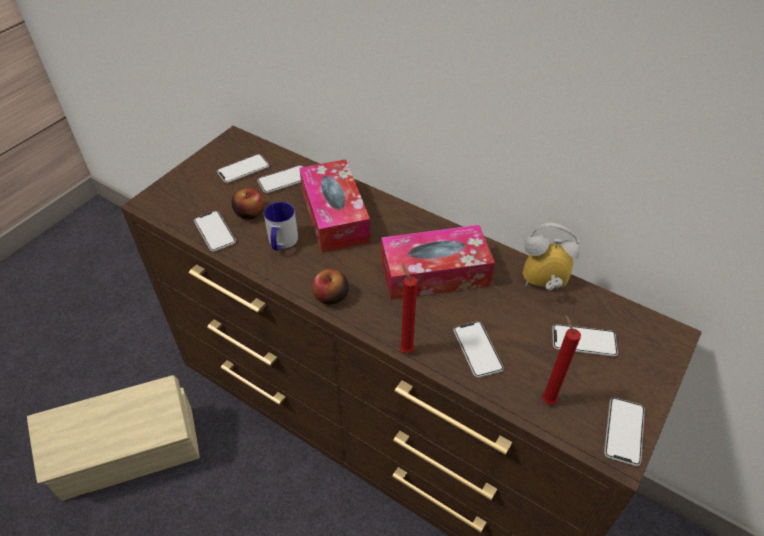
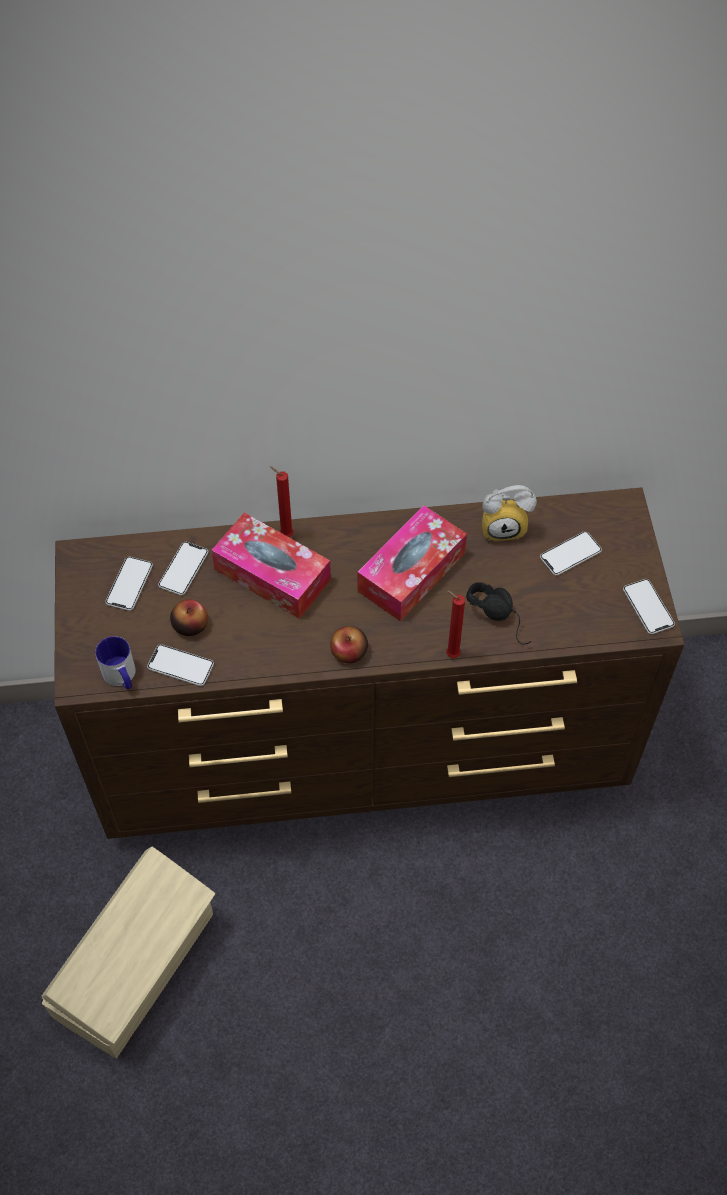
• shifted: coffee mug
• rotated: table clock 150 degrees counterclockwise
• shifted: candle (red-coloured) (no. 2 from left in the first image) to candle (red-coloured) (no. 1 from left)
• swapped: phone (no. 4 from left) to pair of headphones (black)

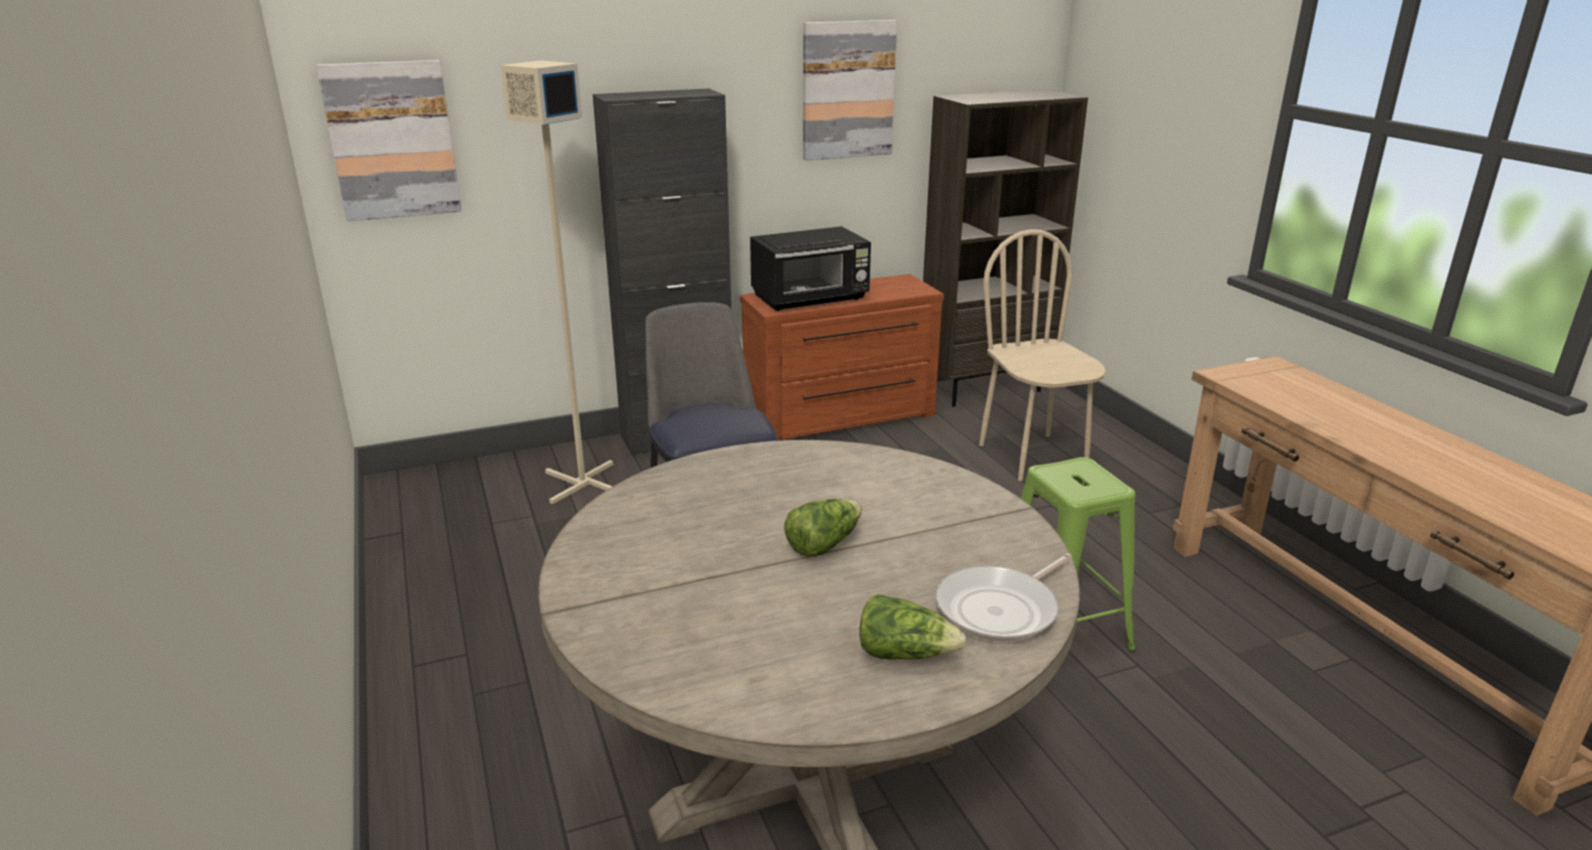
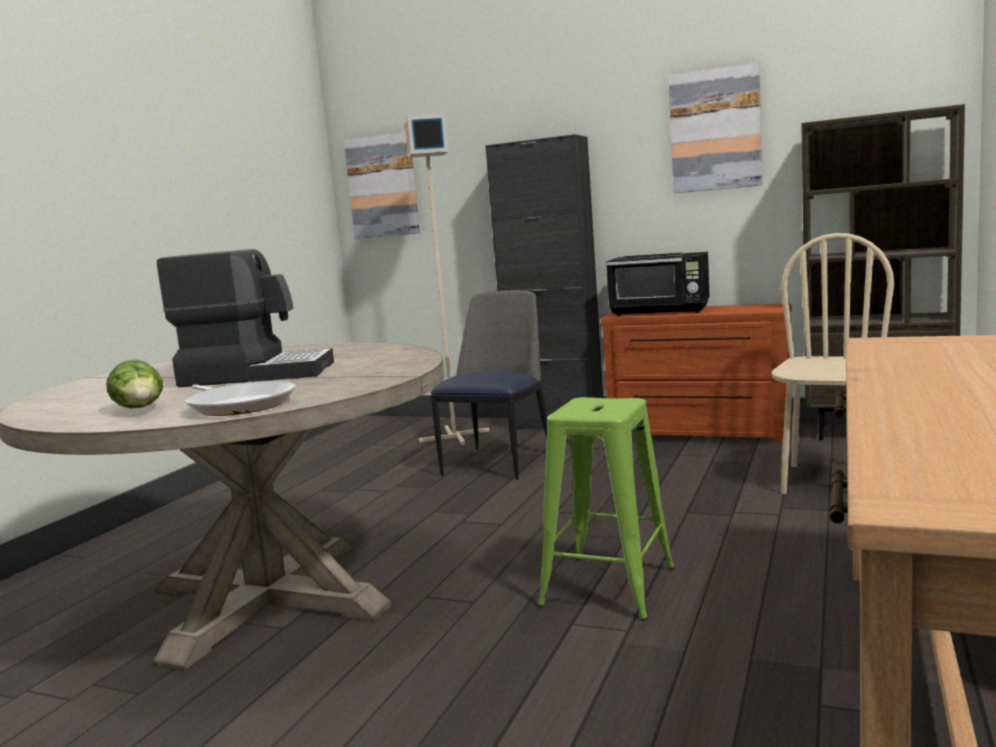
• swapped: head of lettuce (no. 1 from left) to coffee machine
• rotated: frying pan 135 degrees counterclockwise

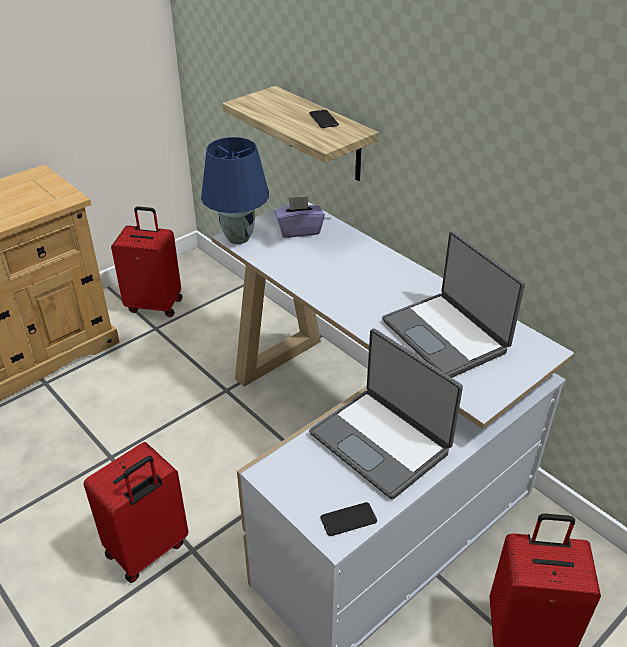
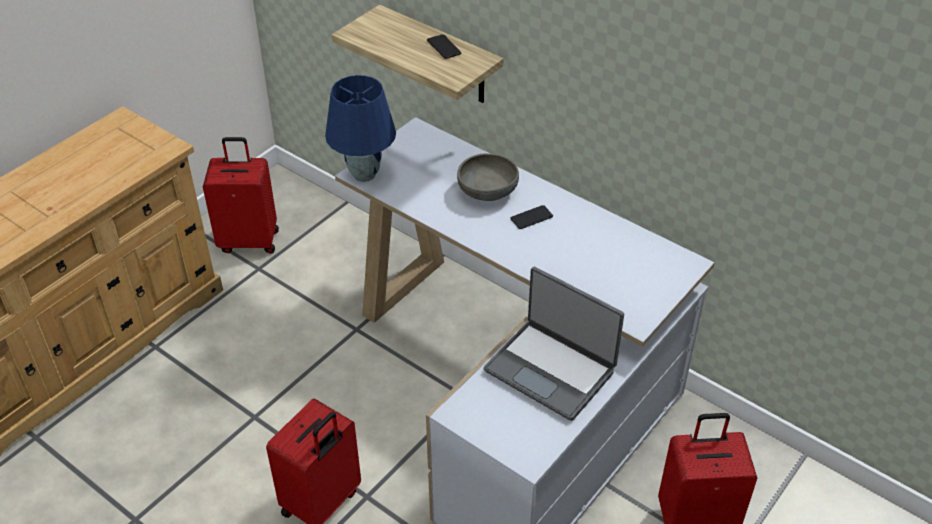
• gone: box of tissues (purplish)
• gone: laptop (no. 2 from left)
• shifted: phone (no. 2 from left)
• new: deep dish (gray)

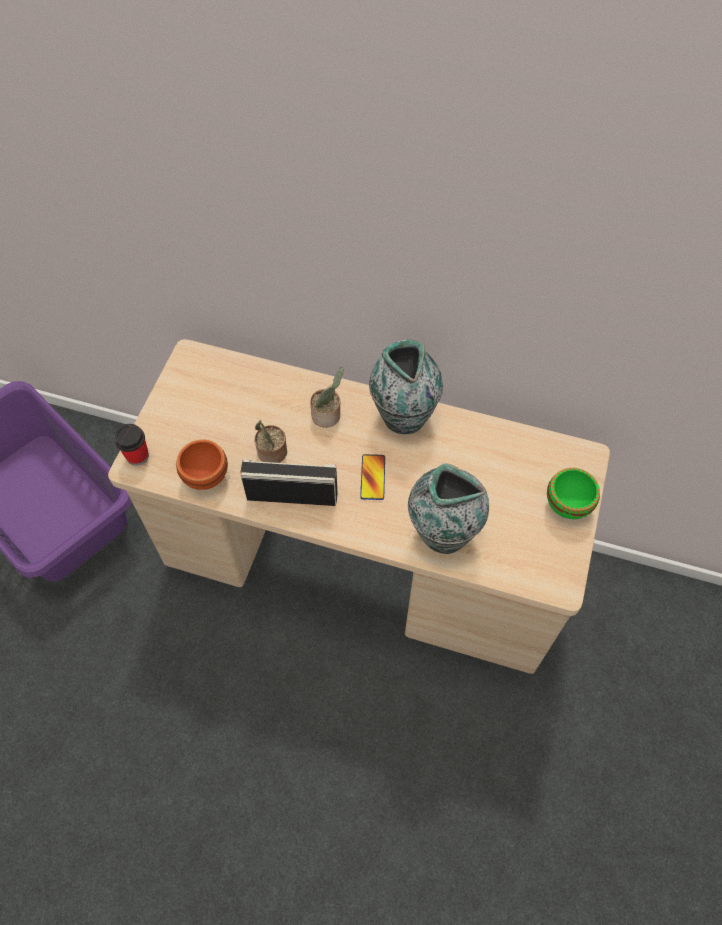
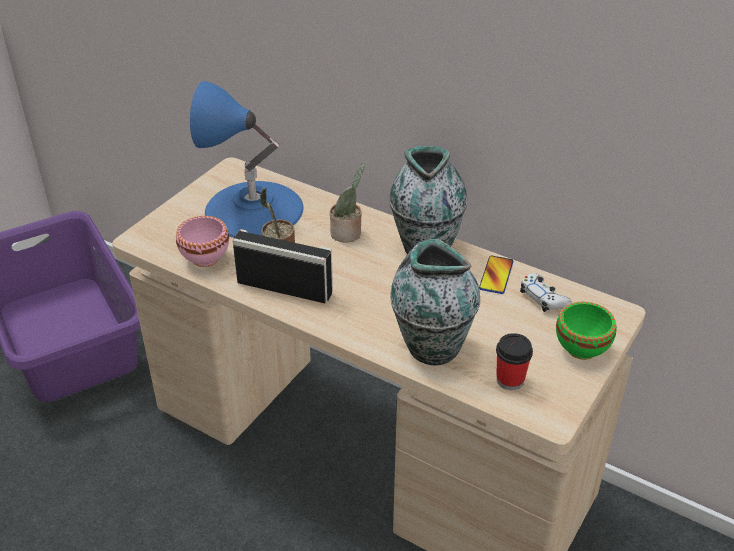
• shifted: cup
• repainted: deep dish (brown) to deep dish (pink-coloured)
• shifted: phone
• new: table lamp (bluish)
• new: gamepad (white-coloured)

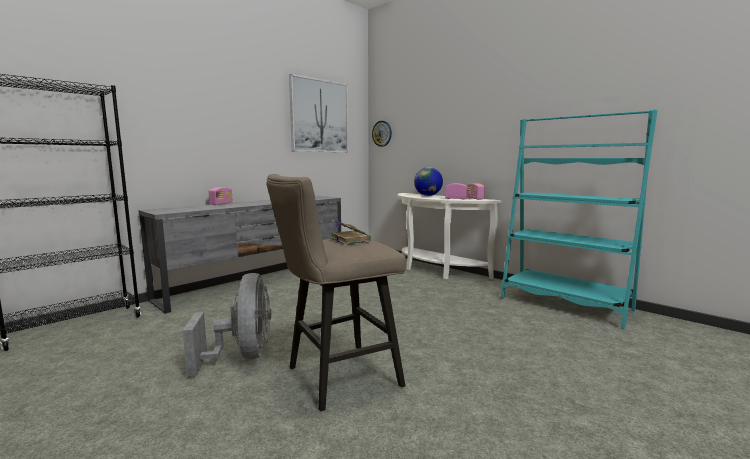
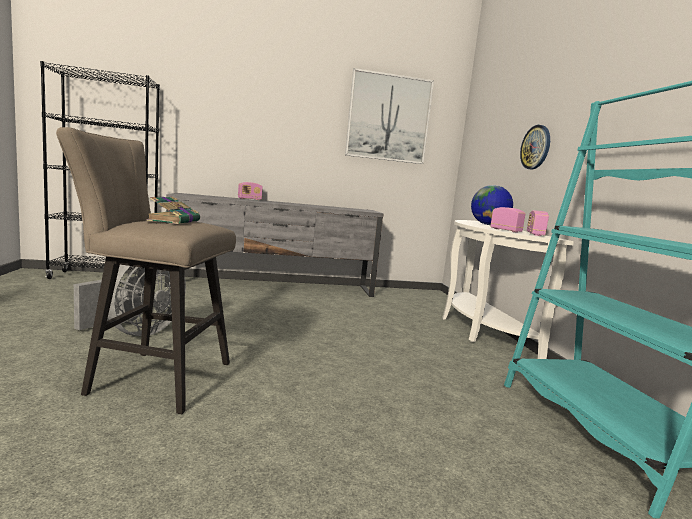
• shifted: hanging clock

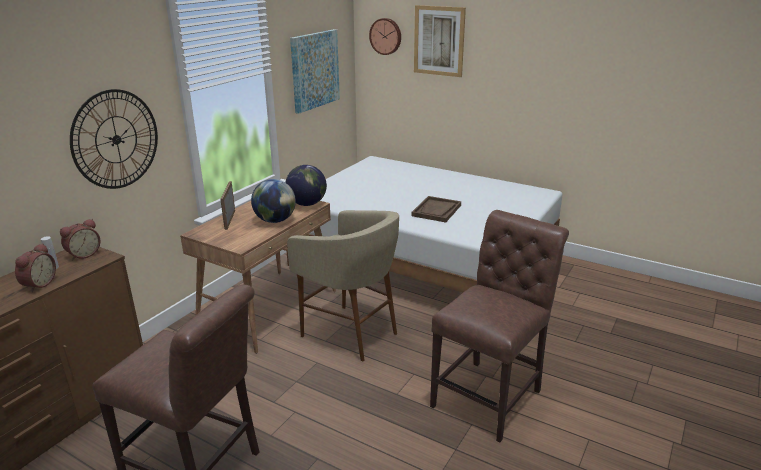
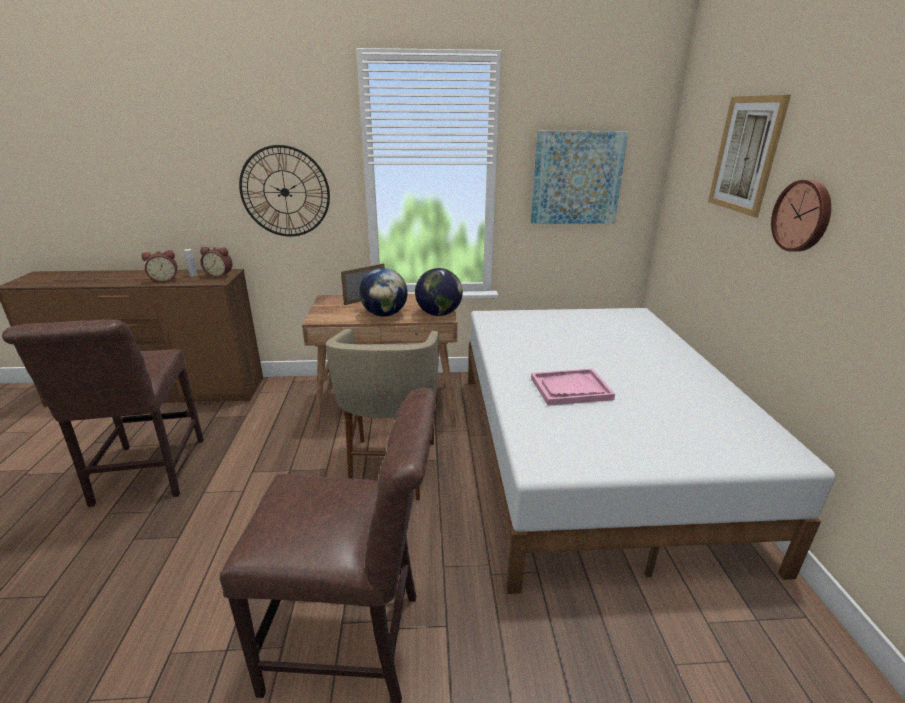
• shifted: hanging clock (no. 2 from left)
• repainted: carrying tray (brown) to carrying tray (pink-coloured)

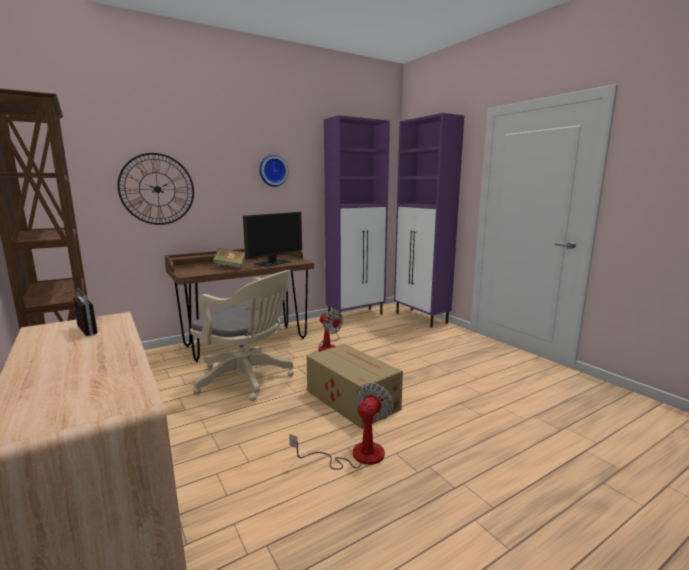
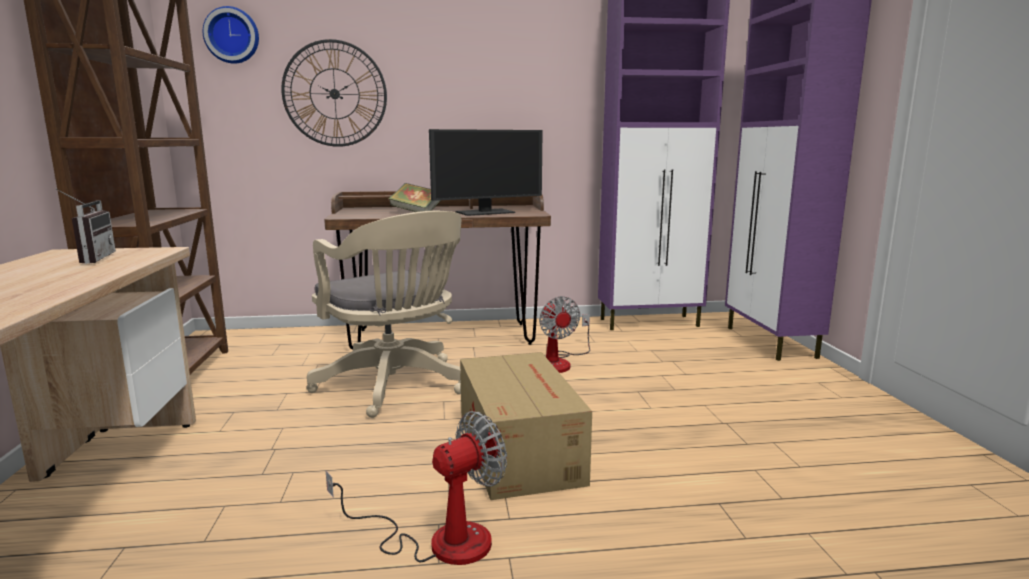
• shifted: hanging clock (no. 2 from left in the first image) to hanging clock (no. 1 from left)

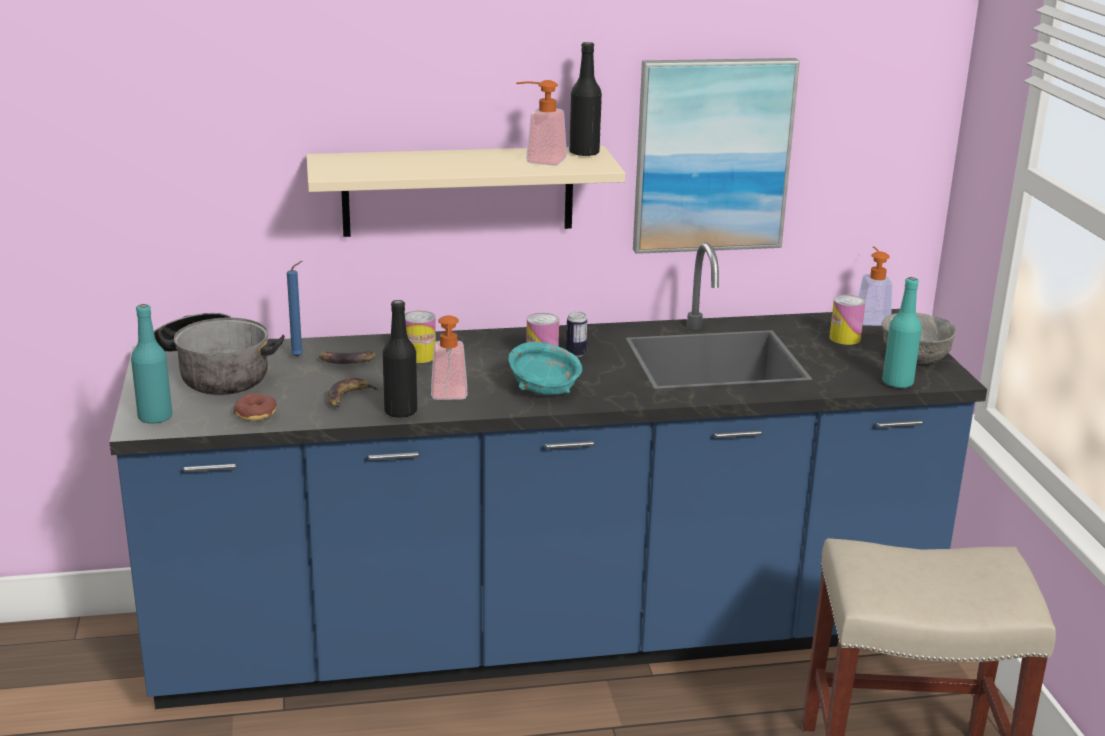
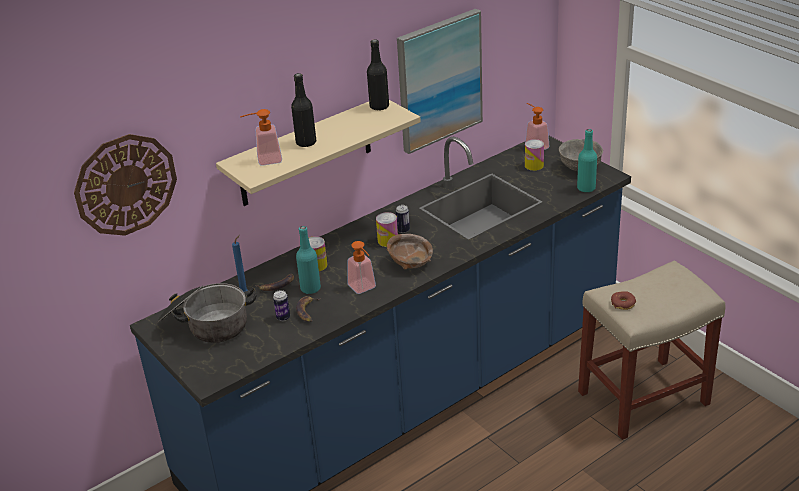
• shifted: soap dispenser (no. 2 from left in the first image) to soap dispenser (no. 1 from left)
• shifted: bottle (black) (no. 1 from left)
• shifted: bottle (turquoise) (no. 1 from left)
• repainted: deep dish (turquoise) to deep dish (brown)
• shifted: donut
• new: hanging clock
• new: can (no. 1 from left)

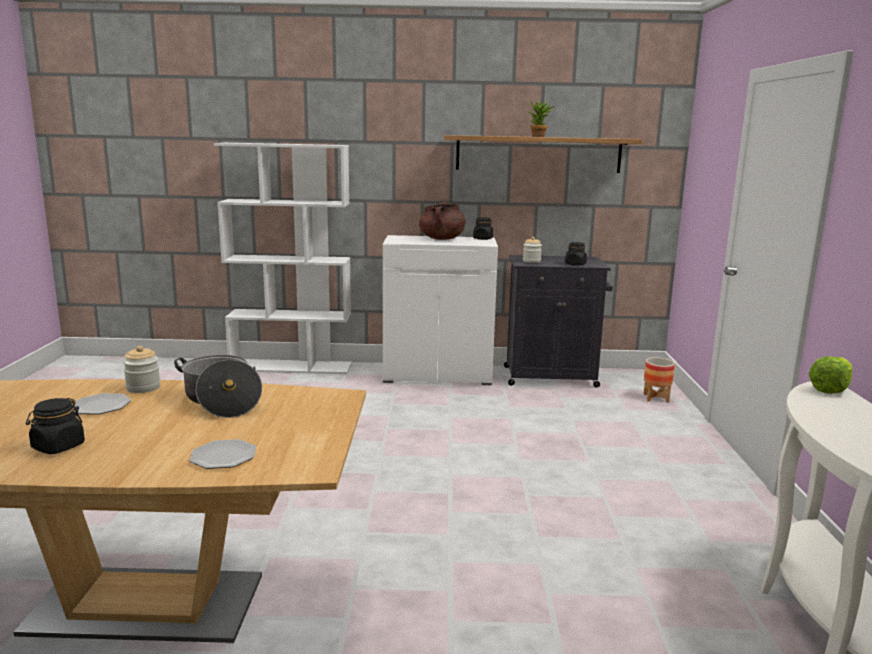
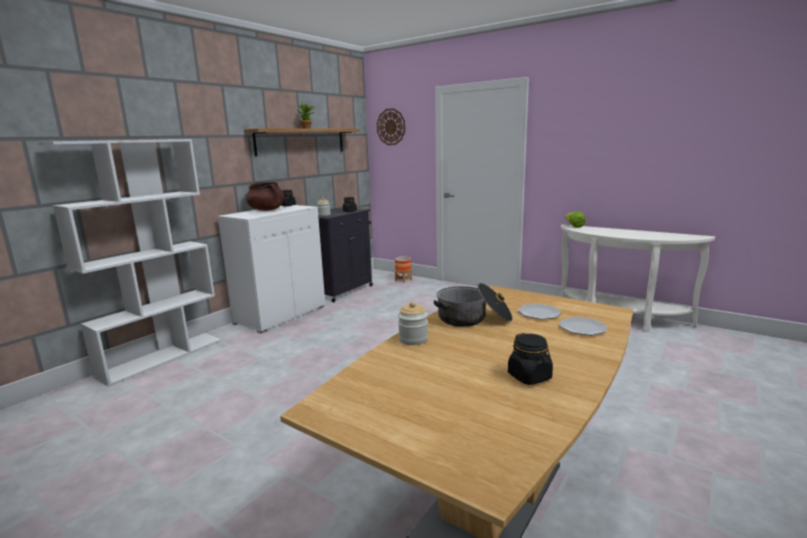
• shifted: dinner plate (no. 1 from left)
• new: hanging clock

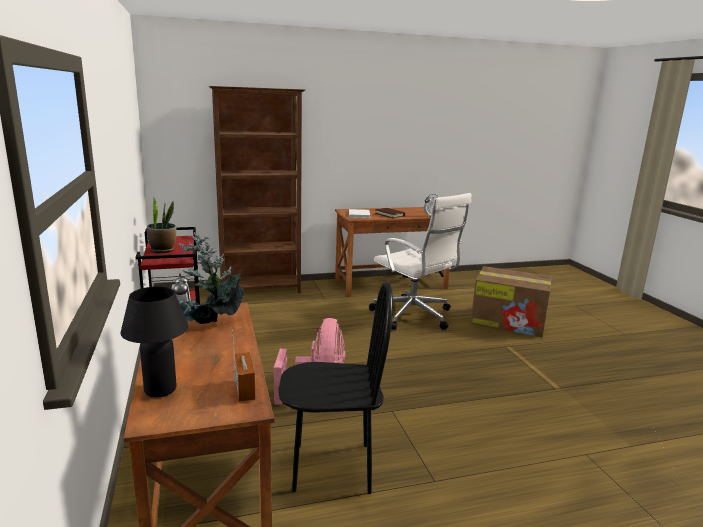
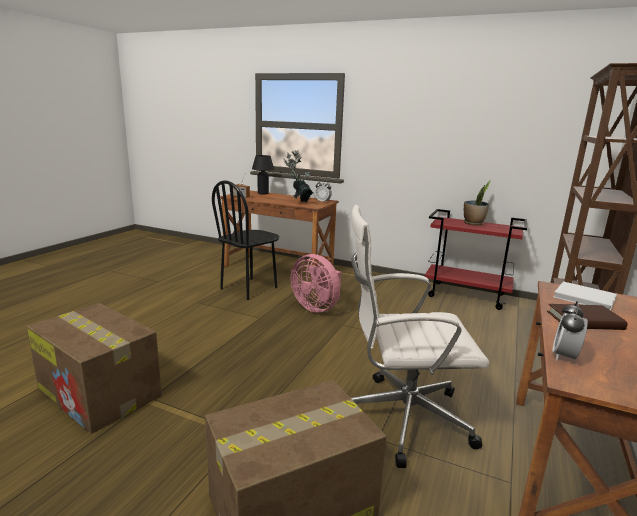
• new: carton (no. 1 from left)

